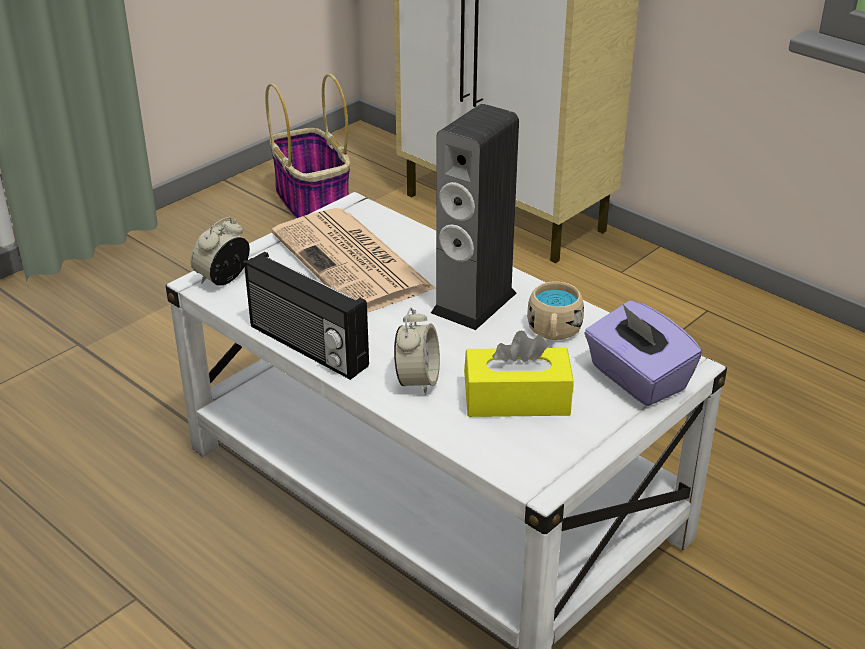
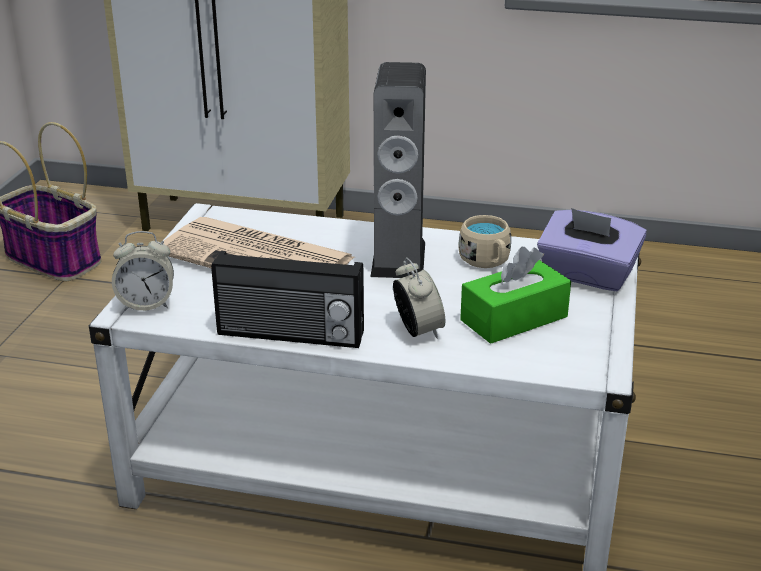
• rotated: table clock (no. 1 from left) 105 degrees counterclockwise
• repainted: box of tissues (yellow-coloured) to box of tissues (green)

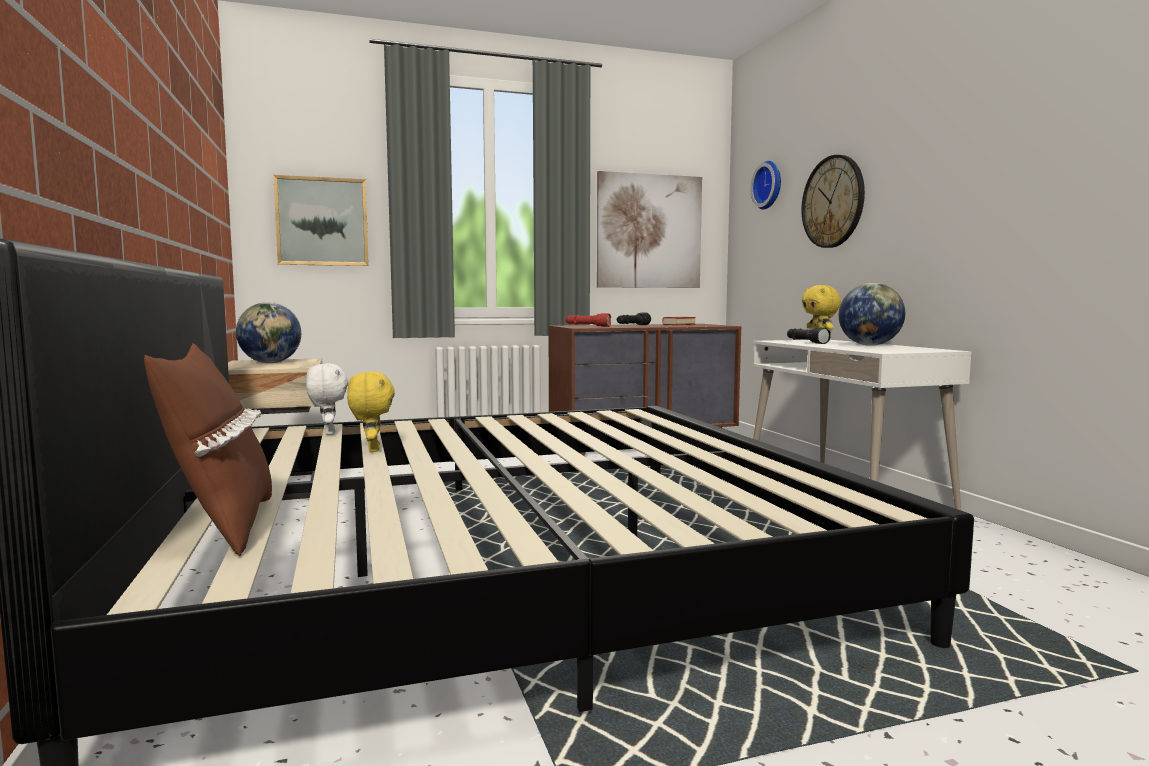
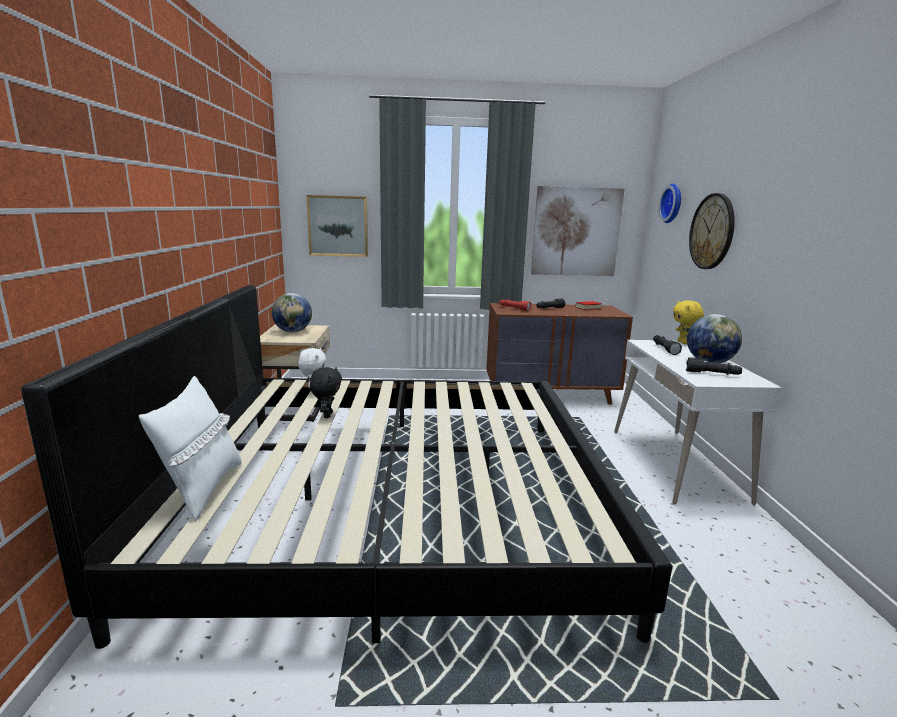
• repainted: cushion (brown) to cushion (white-coloured)
• repainted: soft toy (yellow-coloured) (no. 1 from left) to soft toy (black)
• new: flashlight (black) (no. 3 from left)

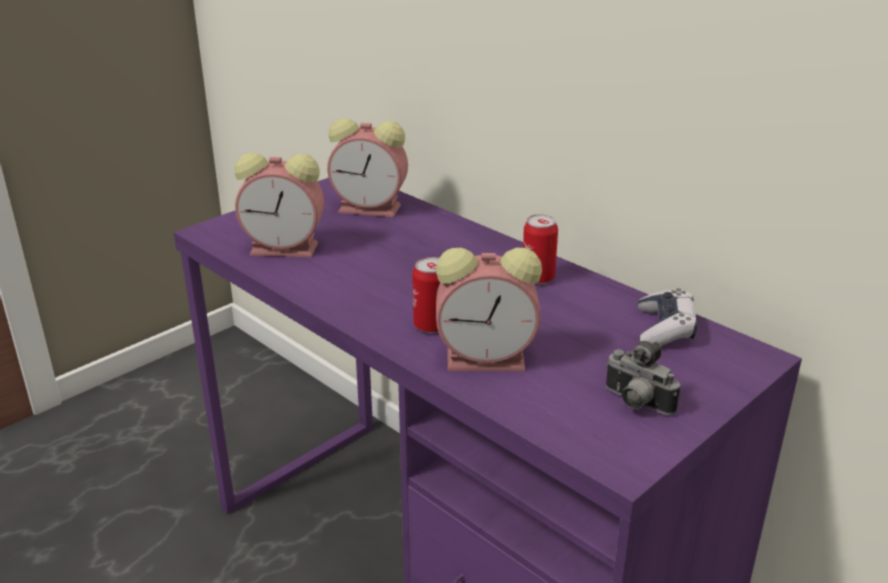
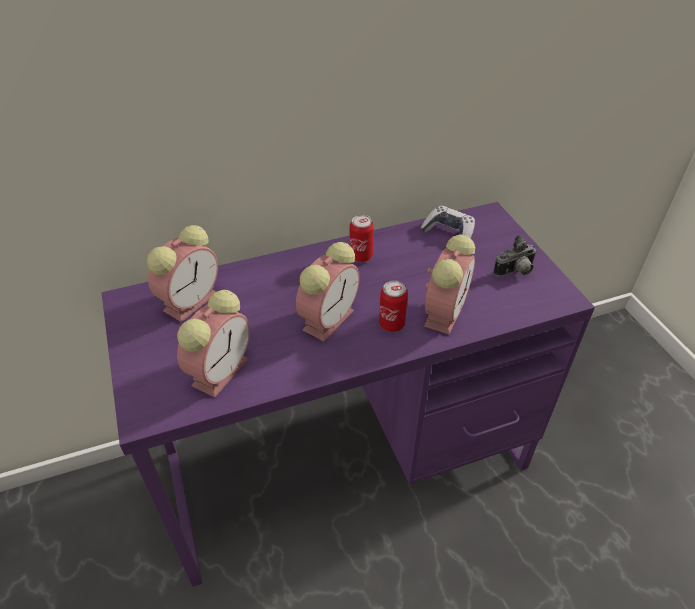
• new: table clock (no. 3 from left)

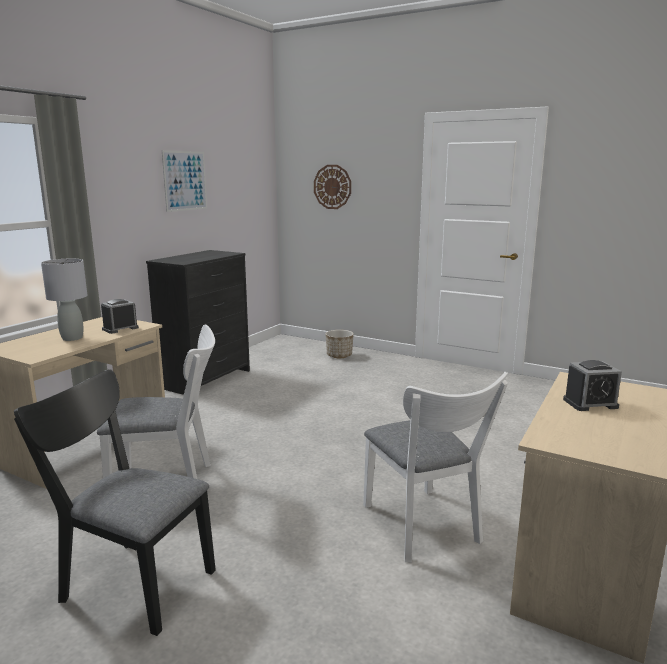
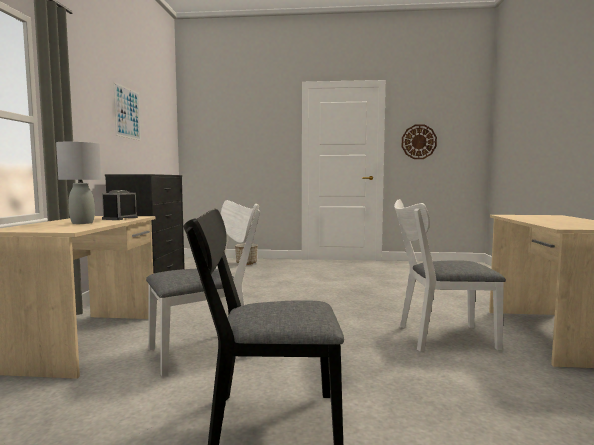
• shifted: hanging clock
• gone: table clock (no. 2 from left)
• rotated: plain chair (white-coloured) (no. 2 from left) 135 degrees clockwise

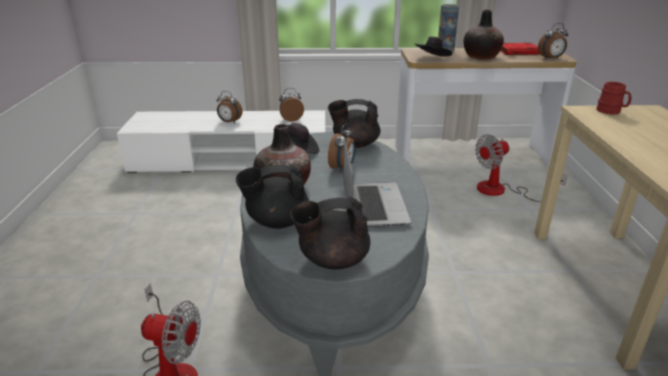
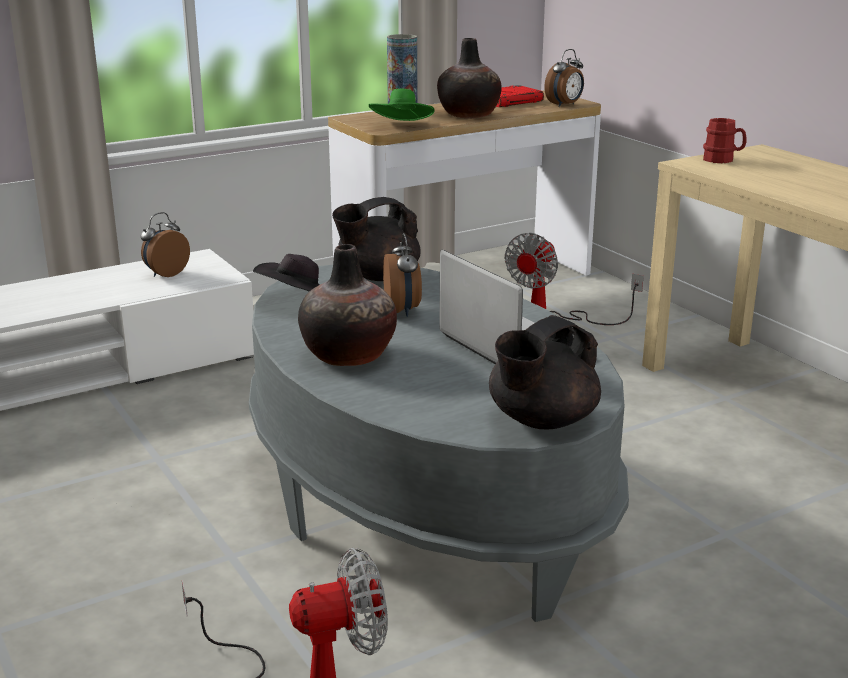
• repainted: hat (black) (no. 2 from left) to hat (green)
• gone: table clock (no. 1 from left)
• gone: pot for tea (black) (no. 1 from left)

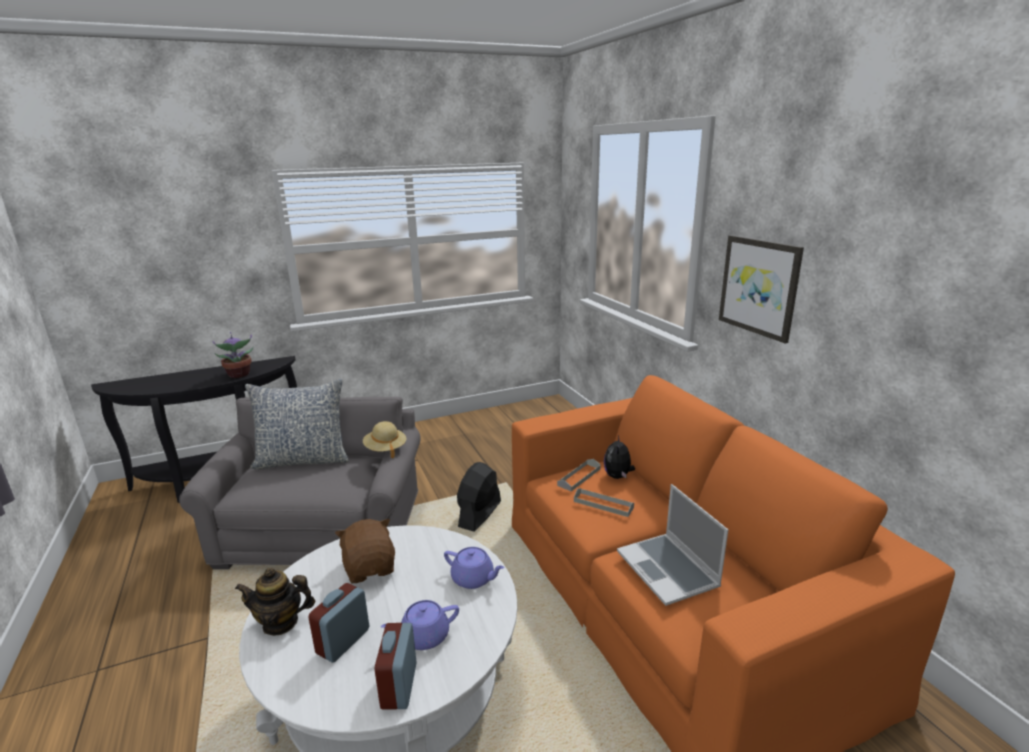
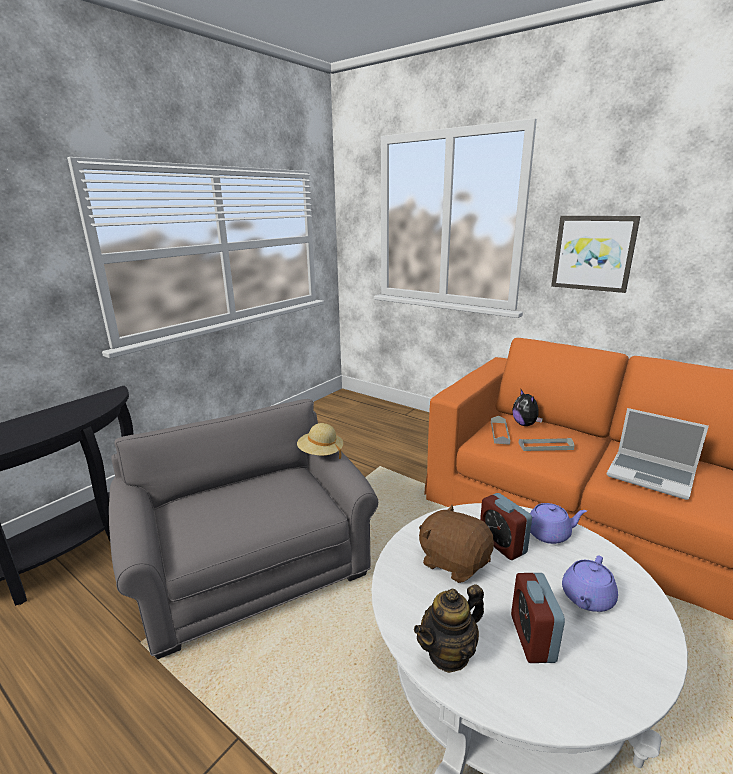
• gone: houseplant
• gone: cushion
• gone: fan (black)
• shifted: table clock (no. 2 from left in the first image) to table clock (no. 1 from left)

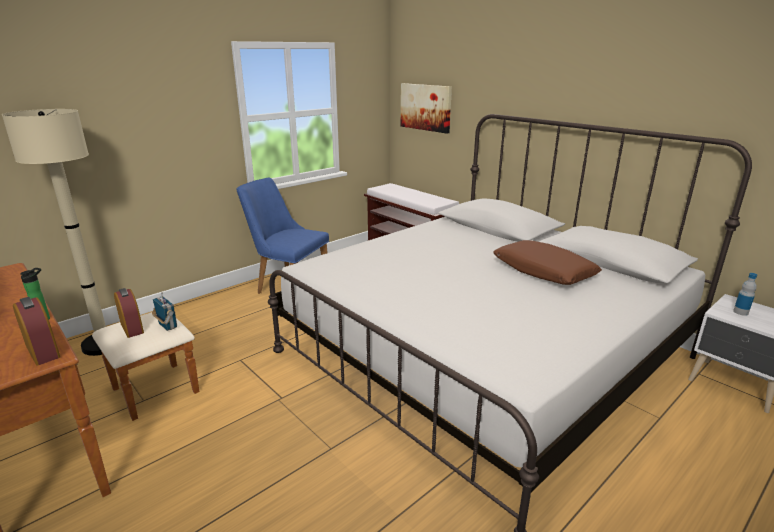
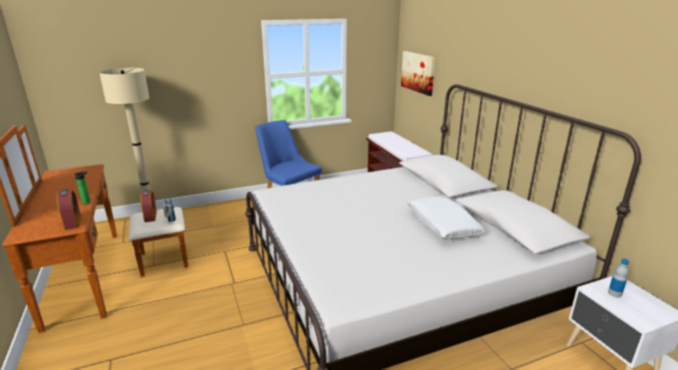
• repainted: cushion (brown) to cushion (white-coloured)

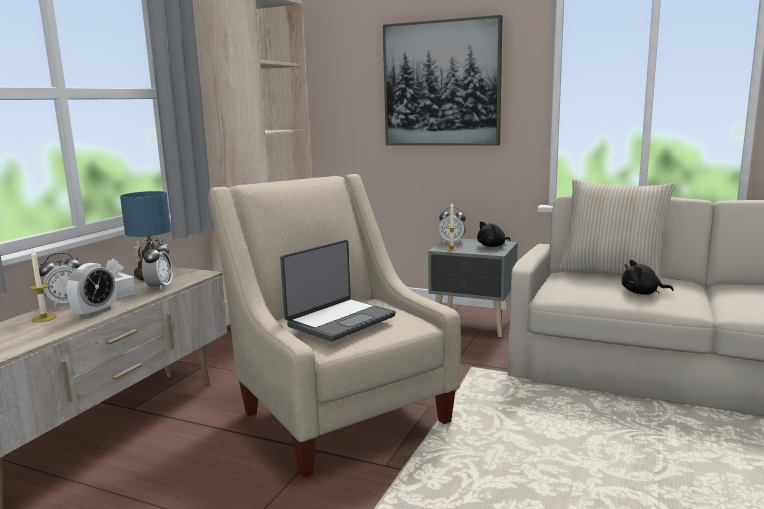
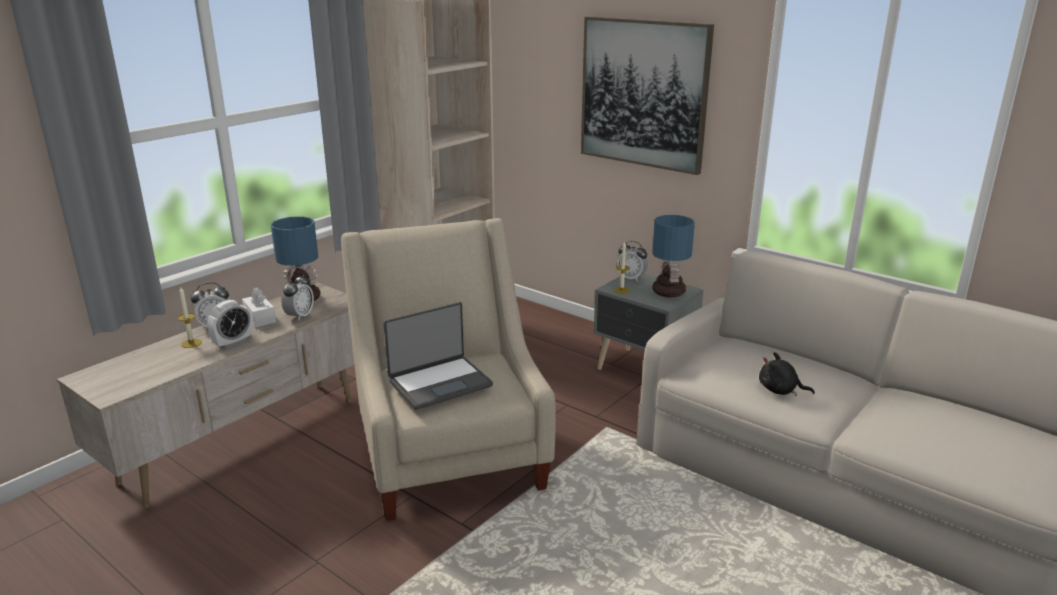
• gone: cushion (sand-coloured)
• swapped: soft toy (black) (no. 1 from left) to table lamp (no. 2 from left)

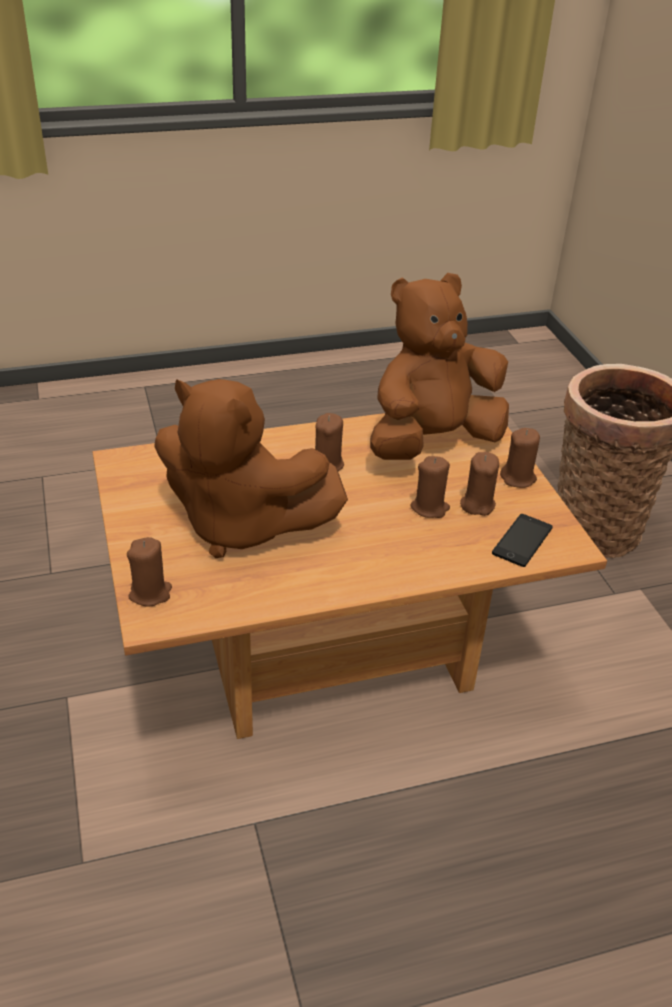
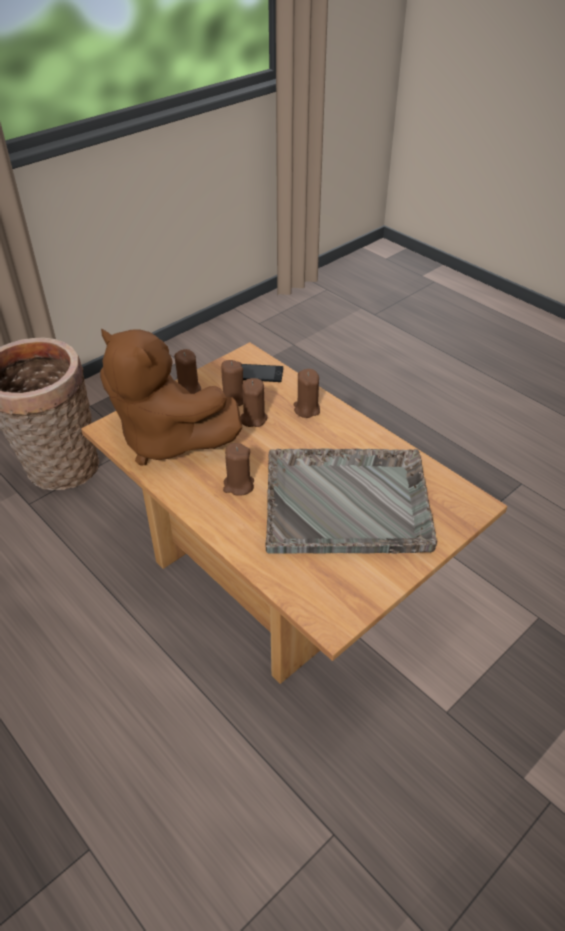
• swapped: soft toy (brown) (no. 1 from left) to carrying tray (gray)
• shifted: candle (brown) (no. 1 from left in the first image) to candle (brown) (no. 5 from left)

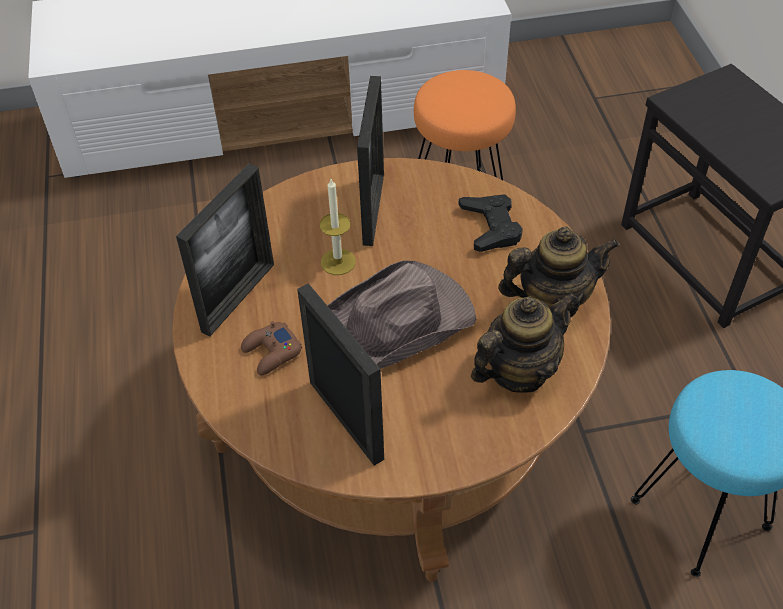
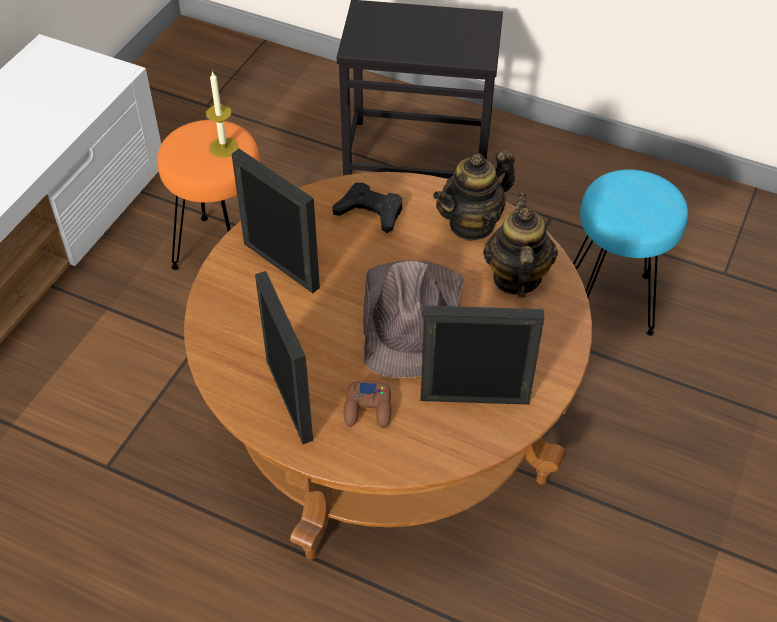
• shifted: candle
• rotated: pot for tea (no. 2 from left in the first image) 150 degrees counterclockwise

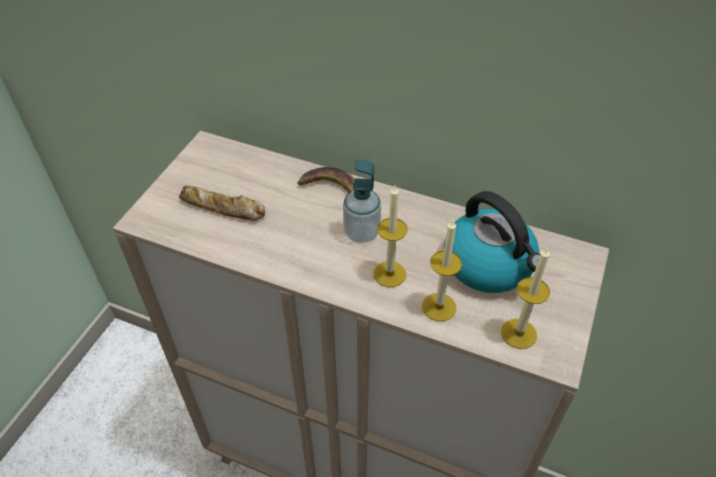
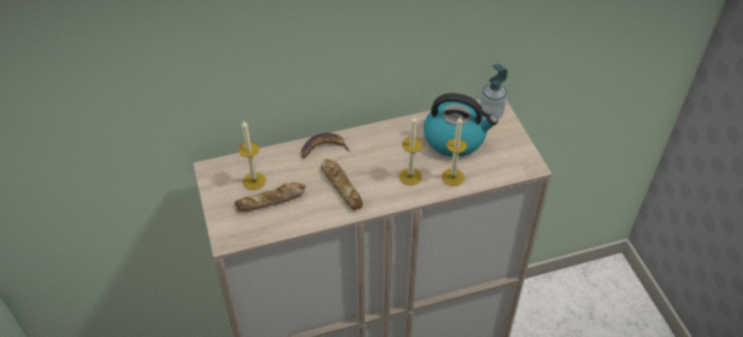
• shifted: soap dispenser
• shifted: candle (no. 3 from left in the first image) to candle (no. 1 from left)
• new: bread (no. 2 from left)

